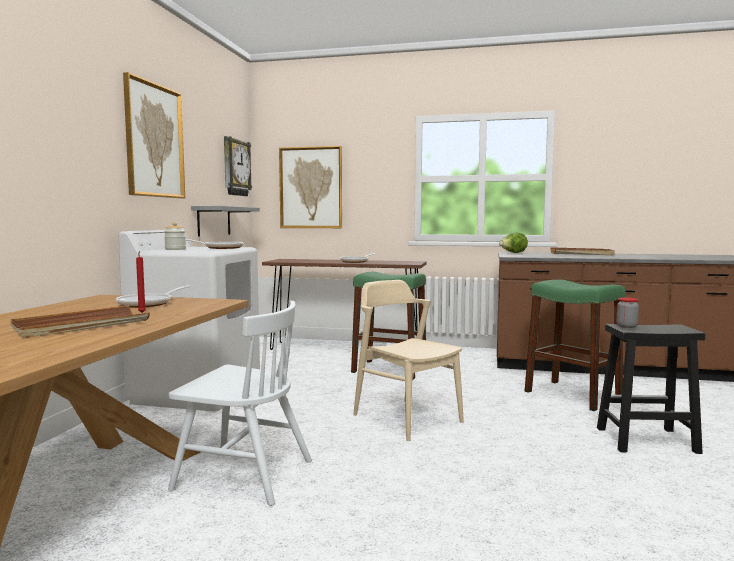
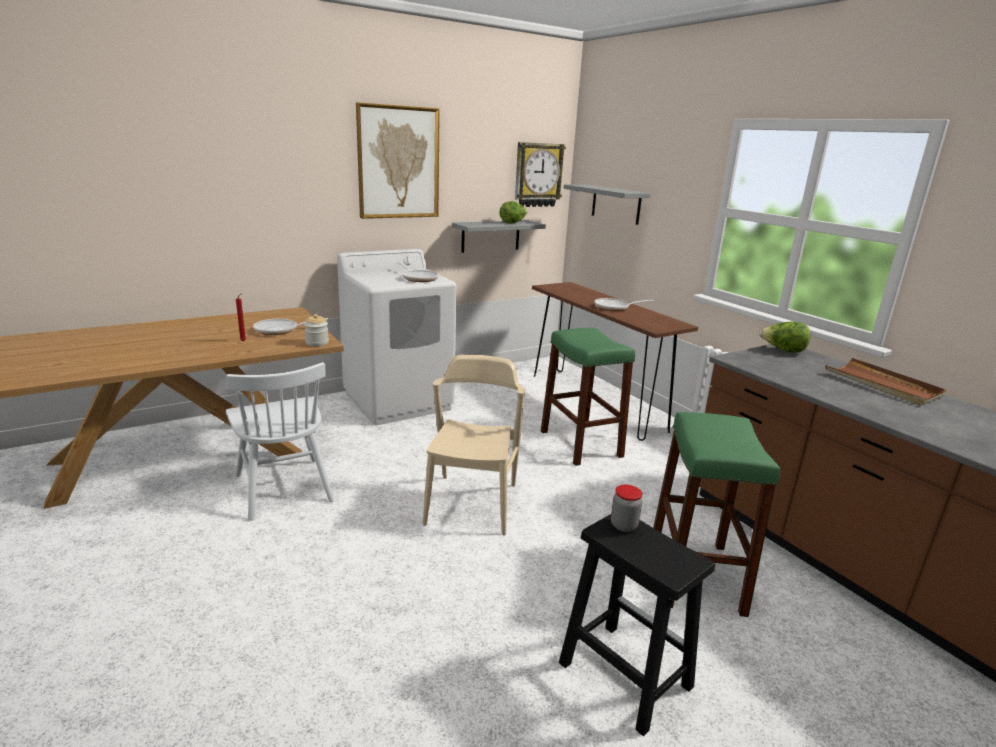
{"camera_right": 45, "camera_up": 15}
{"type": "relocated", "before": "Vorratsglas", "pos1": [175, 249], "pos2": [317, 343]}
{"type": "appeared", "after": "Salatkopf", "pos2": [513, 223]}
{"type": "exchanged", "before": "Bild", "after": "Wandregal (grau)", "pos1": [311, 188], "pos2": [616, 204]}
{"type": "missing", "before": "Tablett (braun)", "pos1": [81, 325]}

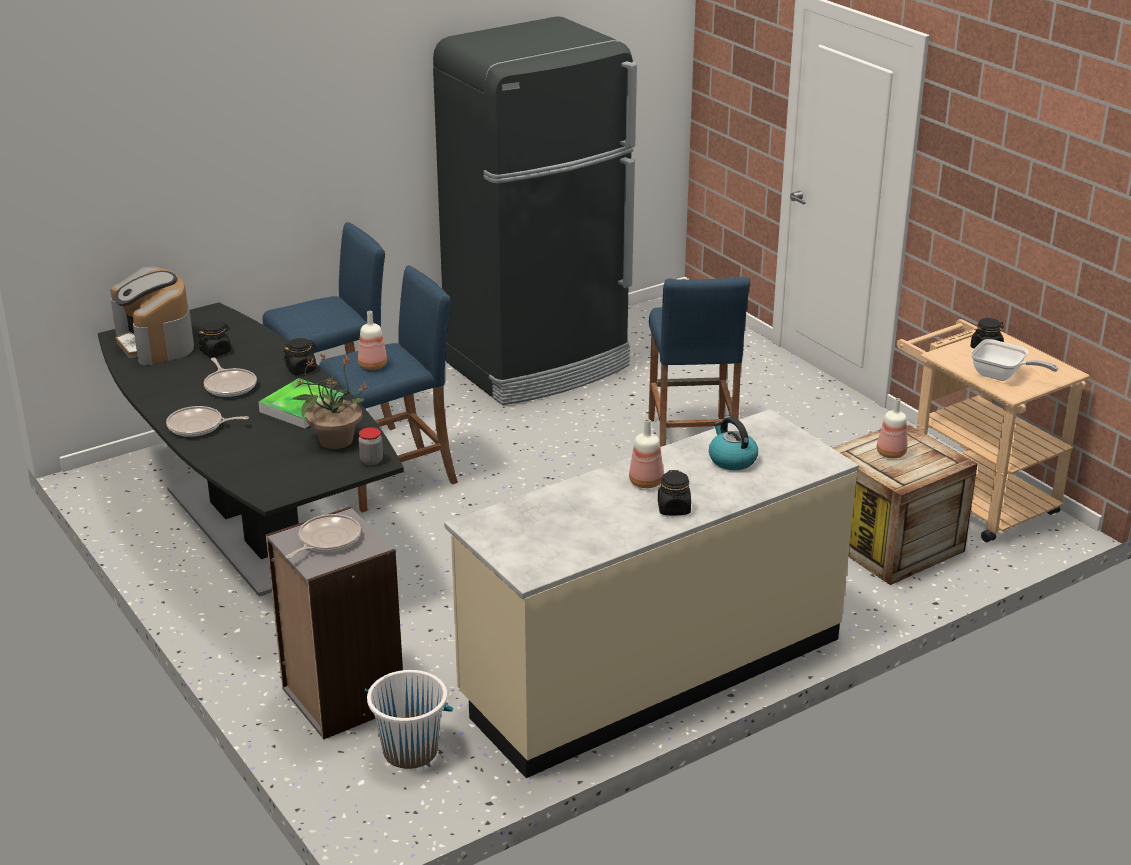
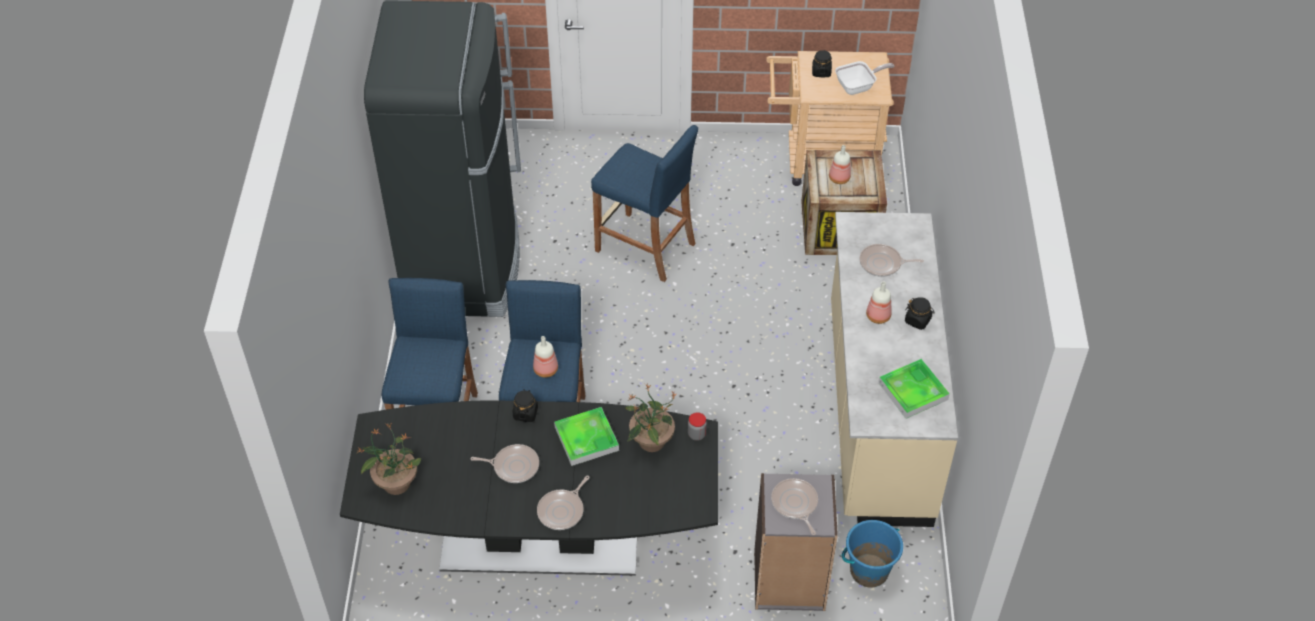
{"camera_right": -55, "camera_up": 20}
{"type": "exchanged", "before": "Kaffeemaschine", "after": "Topfpflanze", "pos1": [156, 342], "pos2": [396, 482]}
{"type": "colour", "before": "Eimer (weiß)", "after": "Eimer (blau)", "pos1": [410, 751], "pos2": [868, 570]}
{"type": "exchanged", "before": "Wasserkessel", "after": "Pfanne", "pos1": [731, 460], "pos2": [882, 264]}
{"type": "appeared", "after": "Tablett", "pos2": [913, 391]}
{"type": "missing", "before": "Vorratsglas (schwarz)", "pos1": [216, 352]}

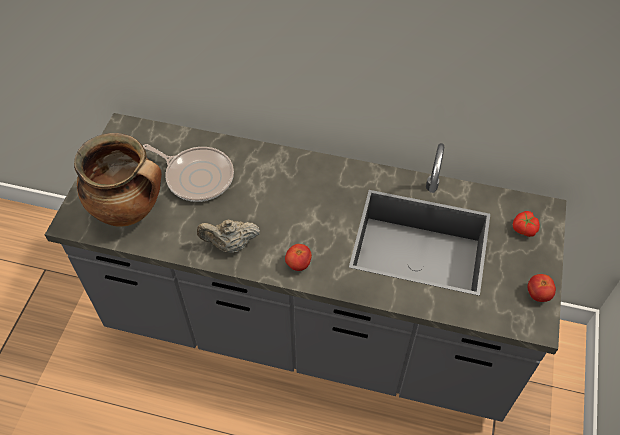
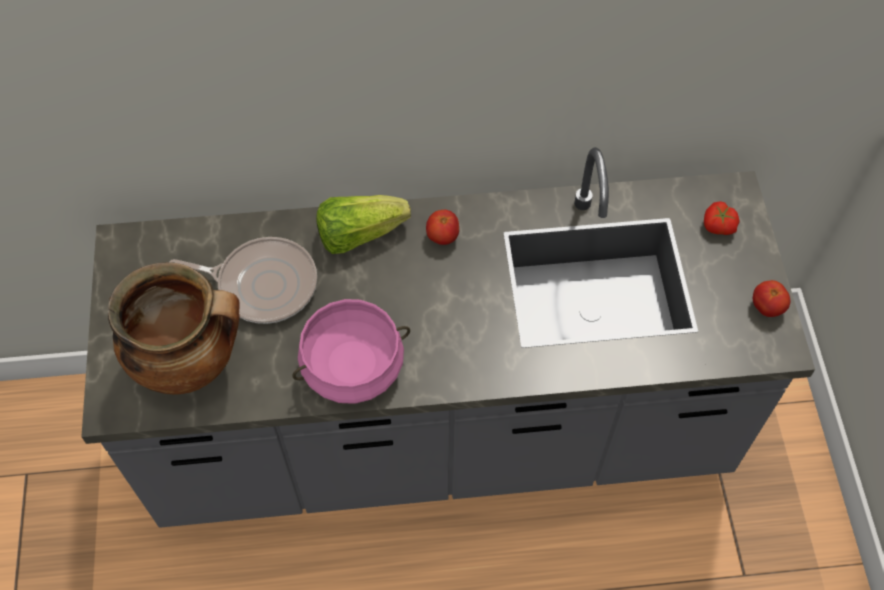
{"camera_right": -20, "camera_up": 5}
{"type": "exchanged", "before": "Teekanne (beige)", "after": "Kochtopf (rosa)", "pos1": [230, 245], "pos2": [352, 367]}
{"type": "appeared", "after": "Salatkopf", "pos2": [359, 234]}
{"type": "relocated", "before": "Tomate", "pos1": [298, 264], "pos2": [442, 237]}

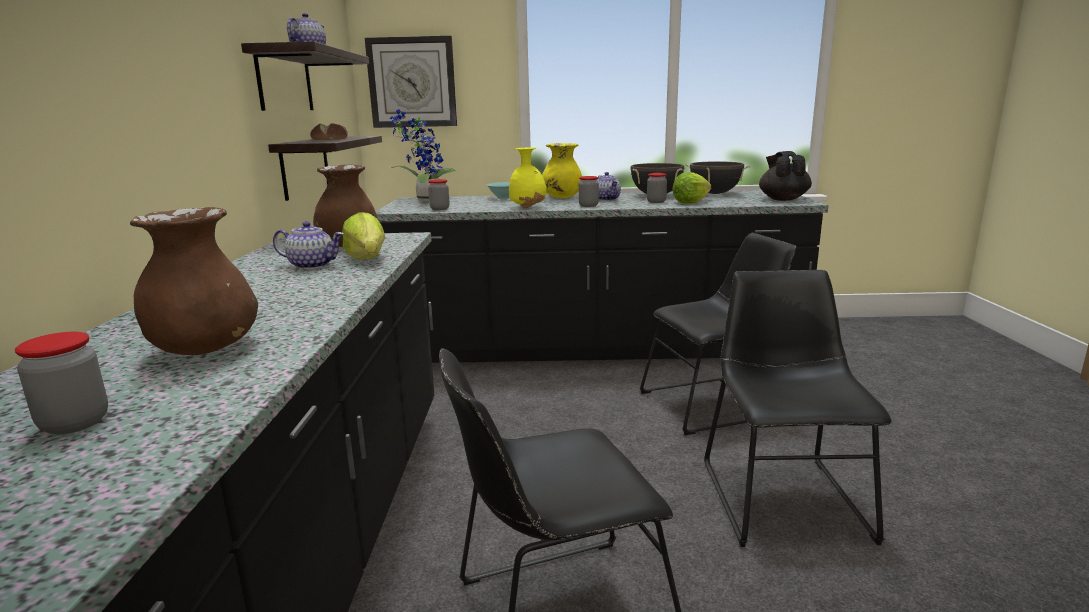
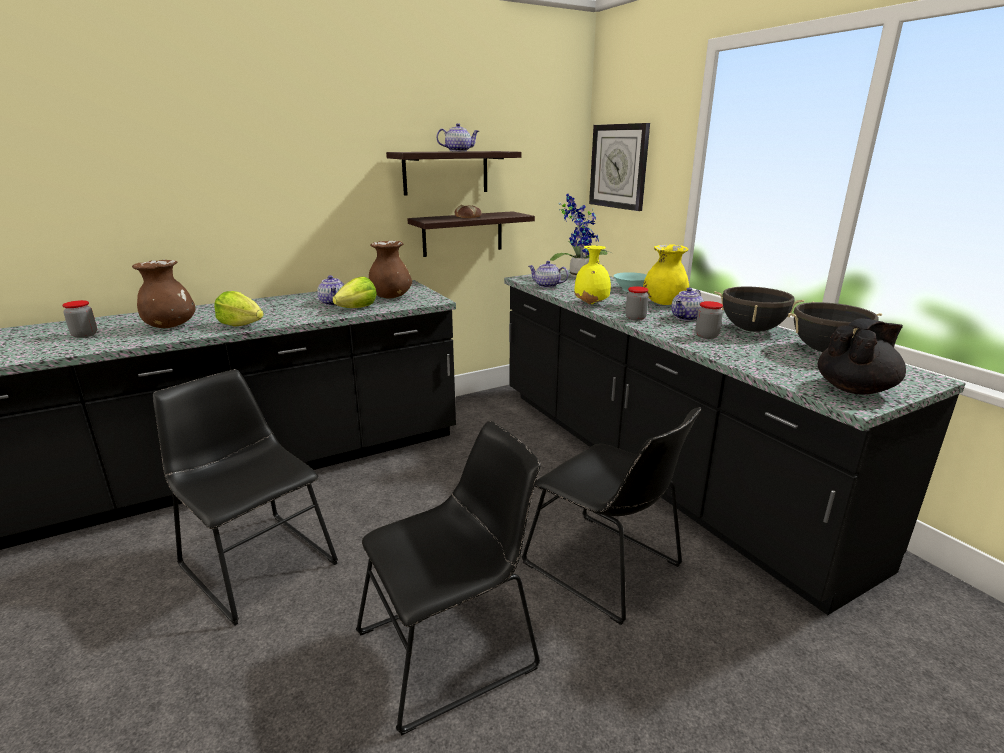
{"camera_right": 60, "camera_up": 5}
{"type": "relocated", "before": "Salatkopf", "pos1": [690, 202], "pos2": [241, 324]}
{"type": "exchanged", "before": "Vorratsglas", "after": "Teekanne", "pos1": [439, 209], "pos2": [547, 285]}

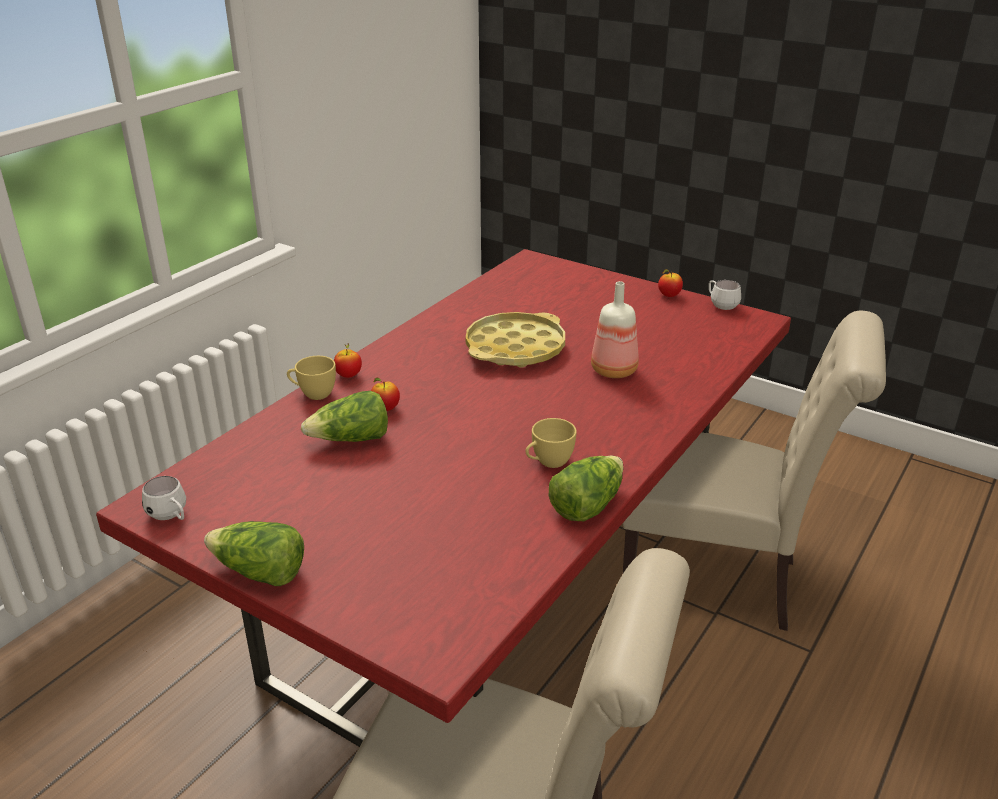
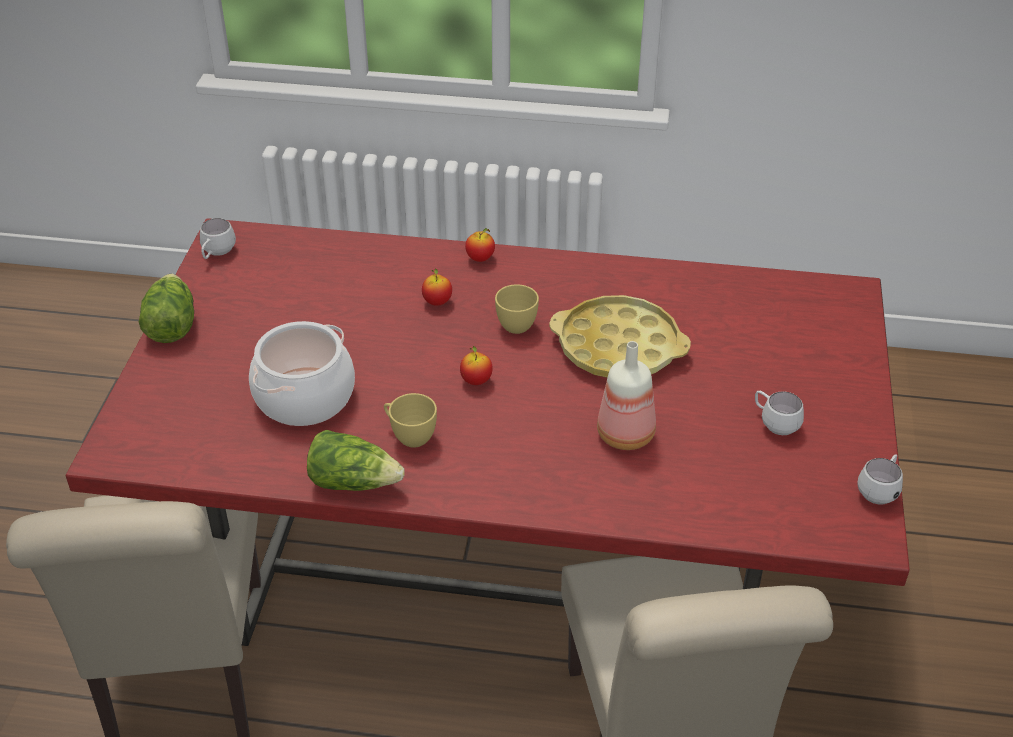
{"camera_right": 65, "camera_up": 10}
{"type": "appeared", "after": "Kochtopf", "pos2": [304, 398]}
{"type": "relocated", "before": "Apfel", "pos1": [669, 295], "pos2": [476, 381]}
{"type": "relocated", "before": "Tasse (gelb)", "pos1": [313, 394], "pos2": [514, 323]}
{"type": "appeared", "after": "Henkelbecher (weiß)", "pos2": [774, 423]}
{"type": "missing", "before": "Salatkopf", "pos1": [351, 440]}

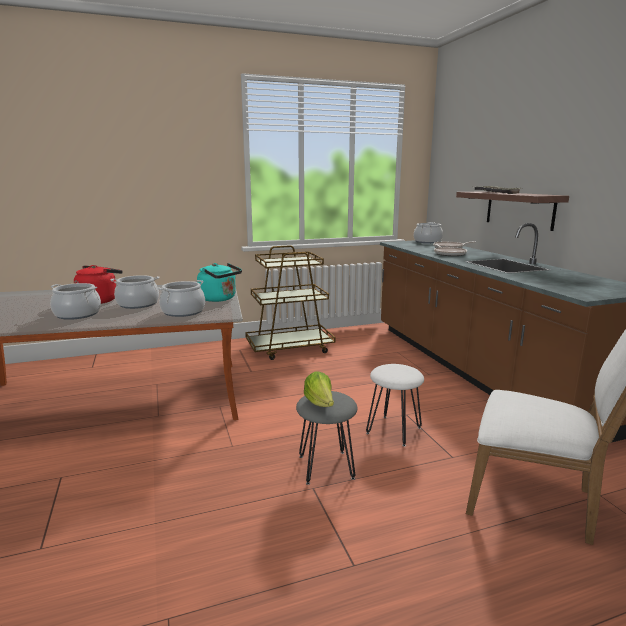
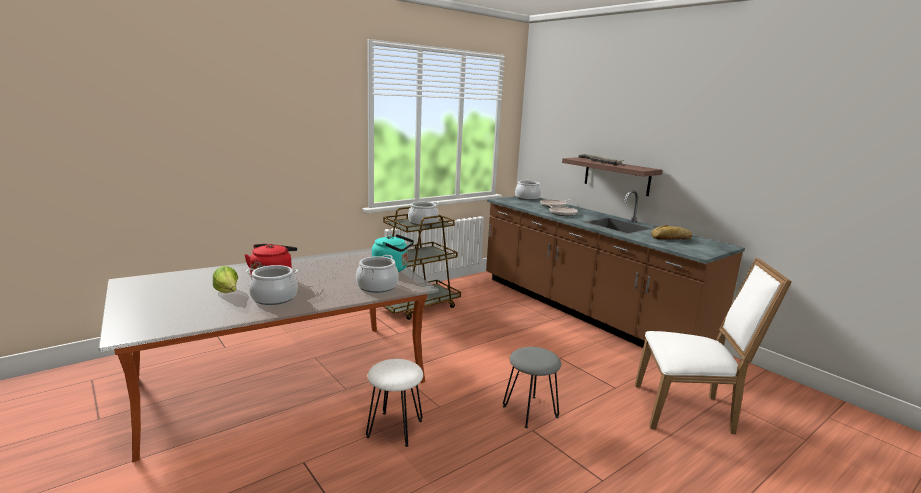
{"camera_right": -20, "camera_up": 0}
{"type": "relocated", "before": "Salatkopf", "pos1": [320, 404], "pos2": [228, 293]}
{"type": "relocated", "before": "Hocker (weiß)", "pos1": [393, 430], "pos2": [394, 429]}
{"type": "relocated", "before": "Kochtopf", "pos1": [138, 304], "pos2": [423, 223]}
{"type": "appeared", "after": "Brot", "pos2": [671, 238]}

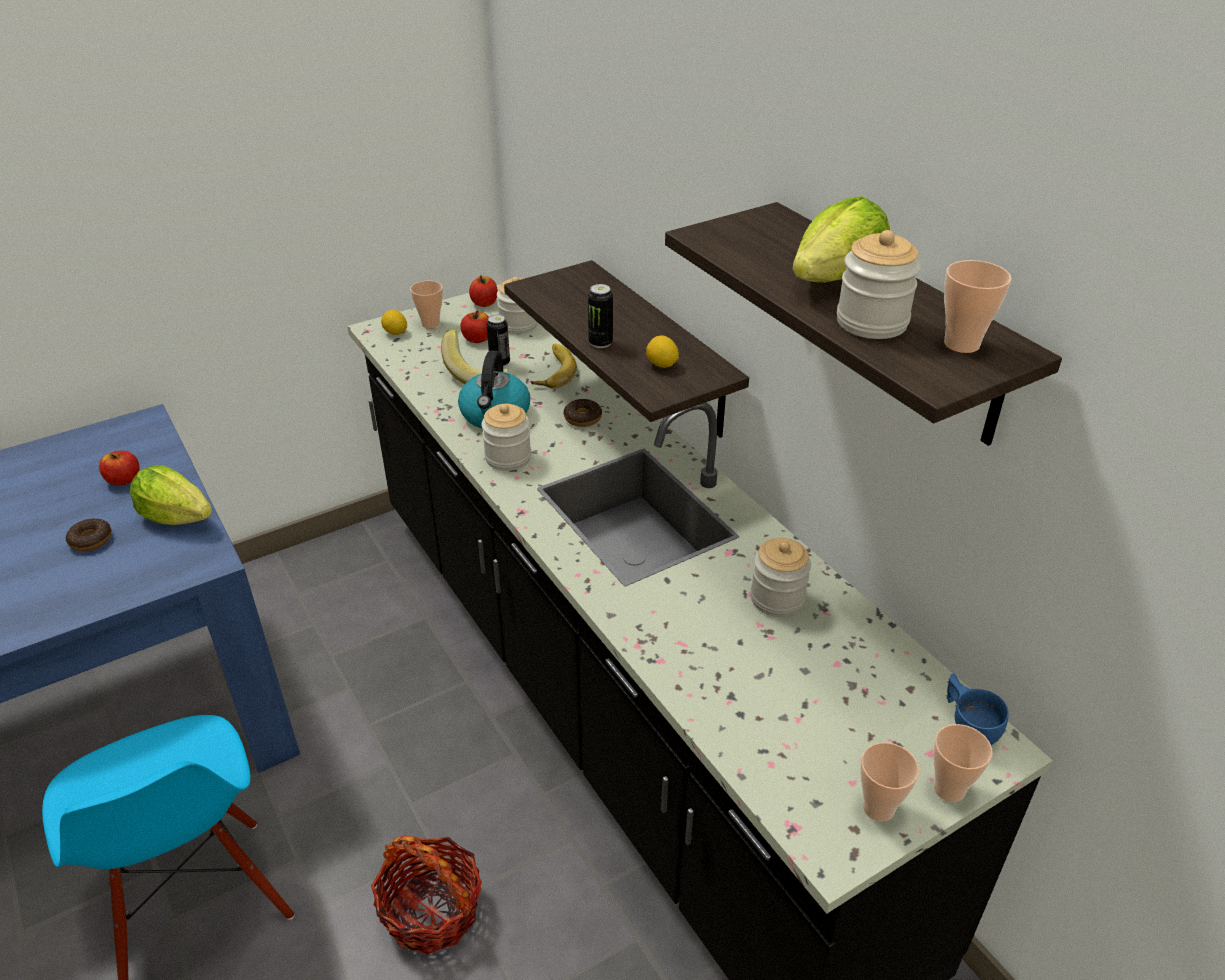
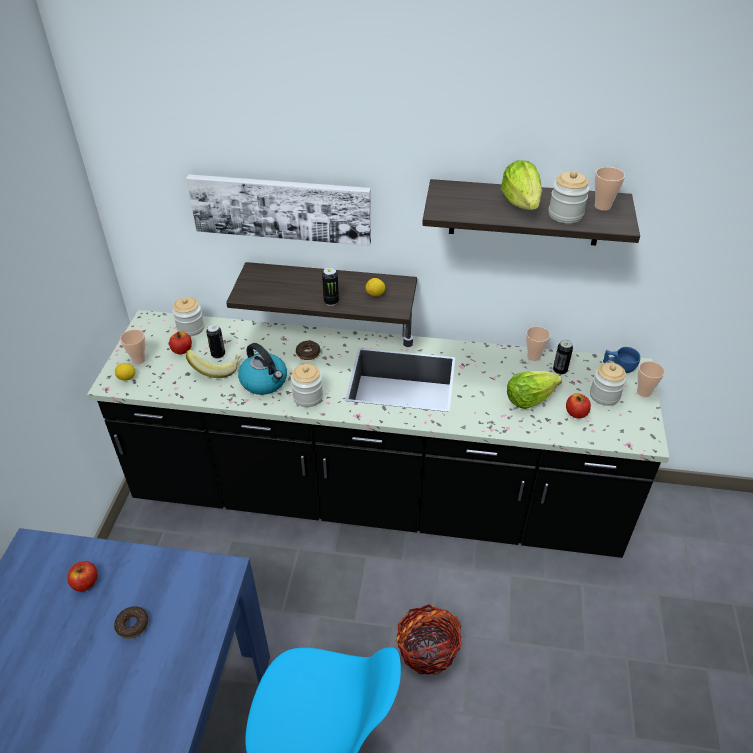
{"camera_right": -50, "camera_up": 5}
{"type": "appeared", "after": "Bild", "pos2": [281, 208]}
{"type": "relocated", "before": "Salatkopf", "pos1": [177, 517], "pos2": [529, 399]}
{"type": "relocated", "before": "Tasse", "pos1": [878, 808], "pos2": [533, 356]}
{"type": "appeared", "after": "Dose", "pos2": [559, 370]}
{"type": "relocated", "before": "Apfel", "pos1": [484, 303], "pos2": [576, 413]}
{"type": "relocated", "before": "Vorratsglas", "pos1": [777, 598], "pos2": [604, 395]}
{"type": "missing", "before": "Banane", "pos1": [551, 371]}

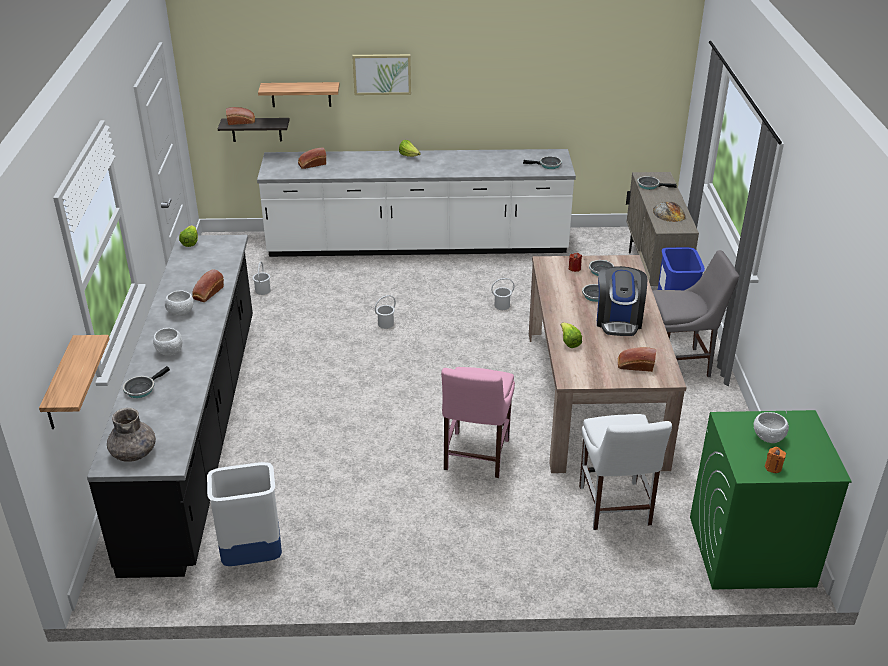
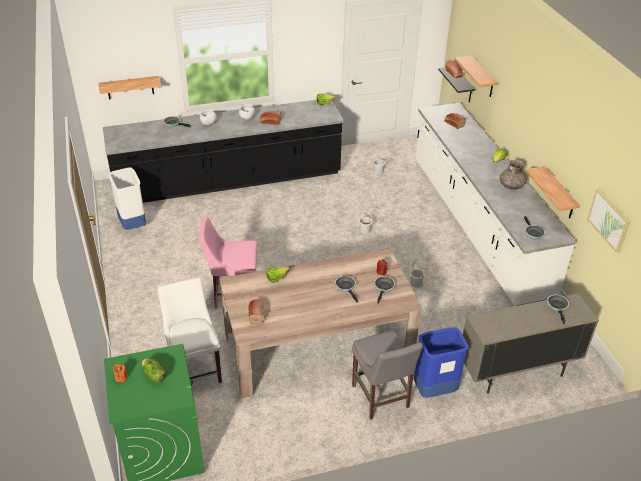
{"camera_right": 75, "camera_up": 5}
{"type": "exchanged", "before": "Schüssel (weiß)", "after": "Salatkopf", "pos1": [769, 438], "pos2": [154, 376]}
{"type": "spun", "before": "Stuhl (weiß)", "pos1": [615, 508], "pos2": [195, 369], "turn": 90}
{"type": "relocated", "before": "Vase (grau)", "pos1": [134, 452], "pos2": [511, 185]}
{"type": "appeared", "after": "Wandregal", "pos2": [559, 194]}
{"type": "relocated", "before": "Bild", "pos1": [382, 74], "pos2": [609, 220]}
{"type": "missing", "before": "Kaffeemaschine", "pos1": [618, 320]}
{"type": "missing", "before": "Brot", "pos1": [669, 213]}

